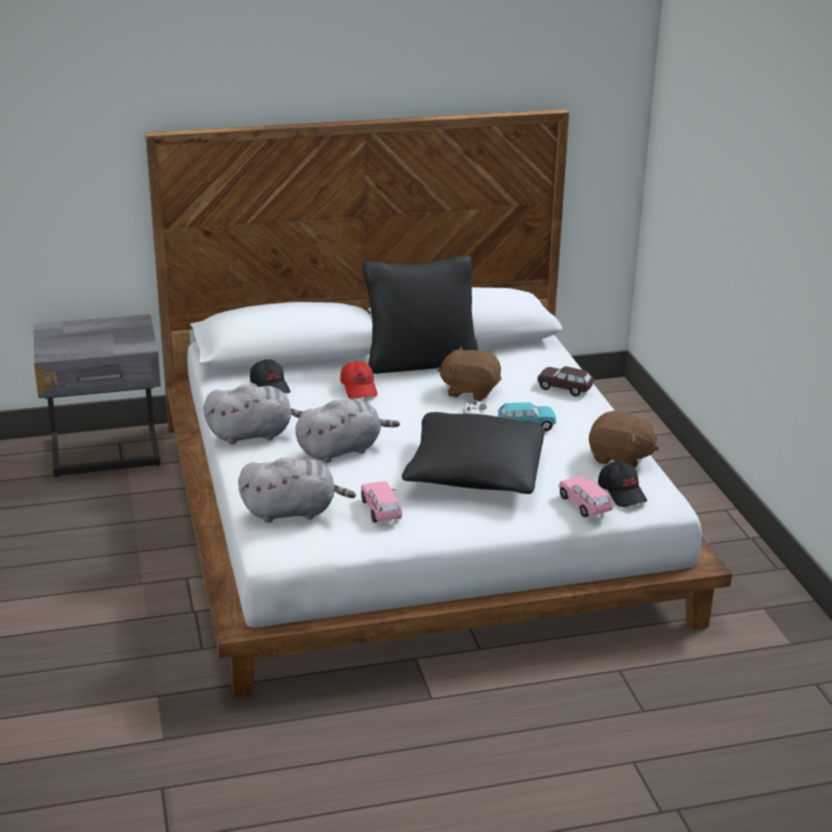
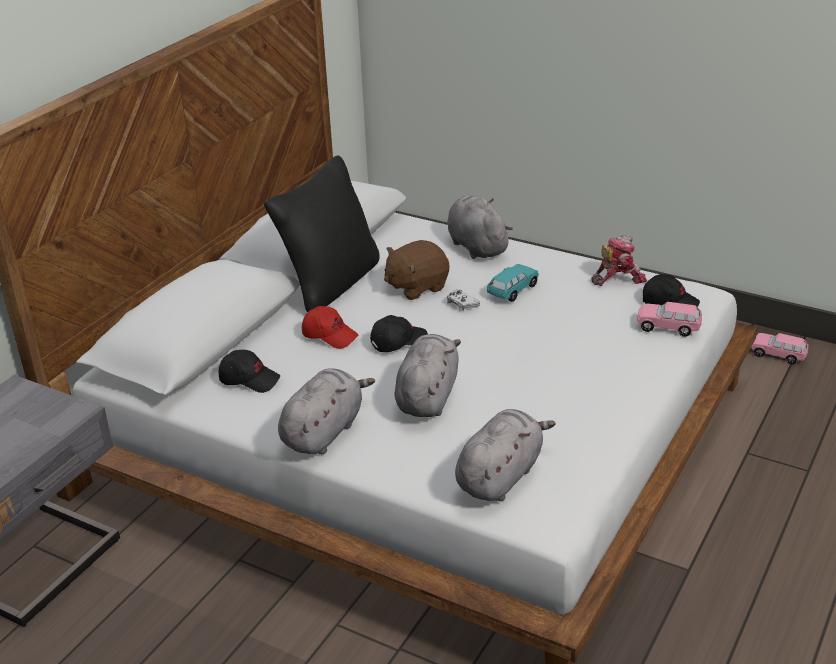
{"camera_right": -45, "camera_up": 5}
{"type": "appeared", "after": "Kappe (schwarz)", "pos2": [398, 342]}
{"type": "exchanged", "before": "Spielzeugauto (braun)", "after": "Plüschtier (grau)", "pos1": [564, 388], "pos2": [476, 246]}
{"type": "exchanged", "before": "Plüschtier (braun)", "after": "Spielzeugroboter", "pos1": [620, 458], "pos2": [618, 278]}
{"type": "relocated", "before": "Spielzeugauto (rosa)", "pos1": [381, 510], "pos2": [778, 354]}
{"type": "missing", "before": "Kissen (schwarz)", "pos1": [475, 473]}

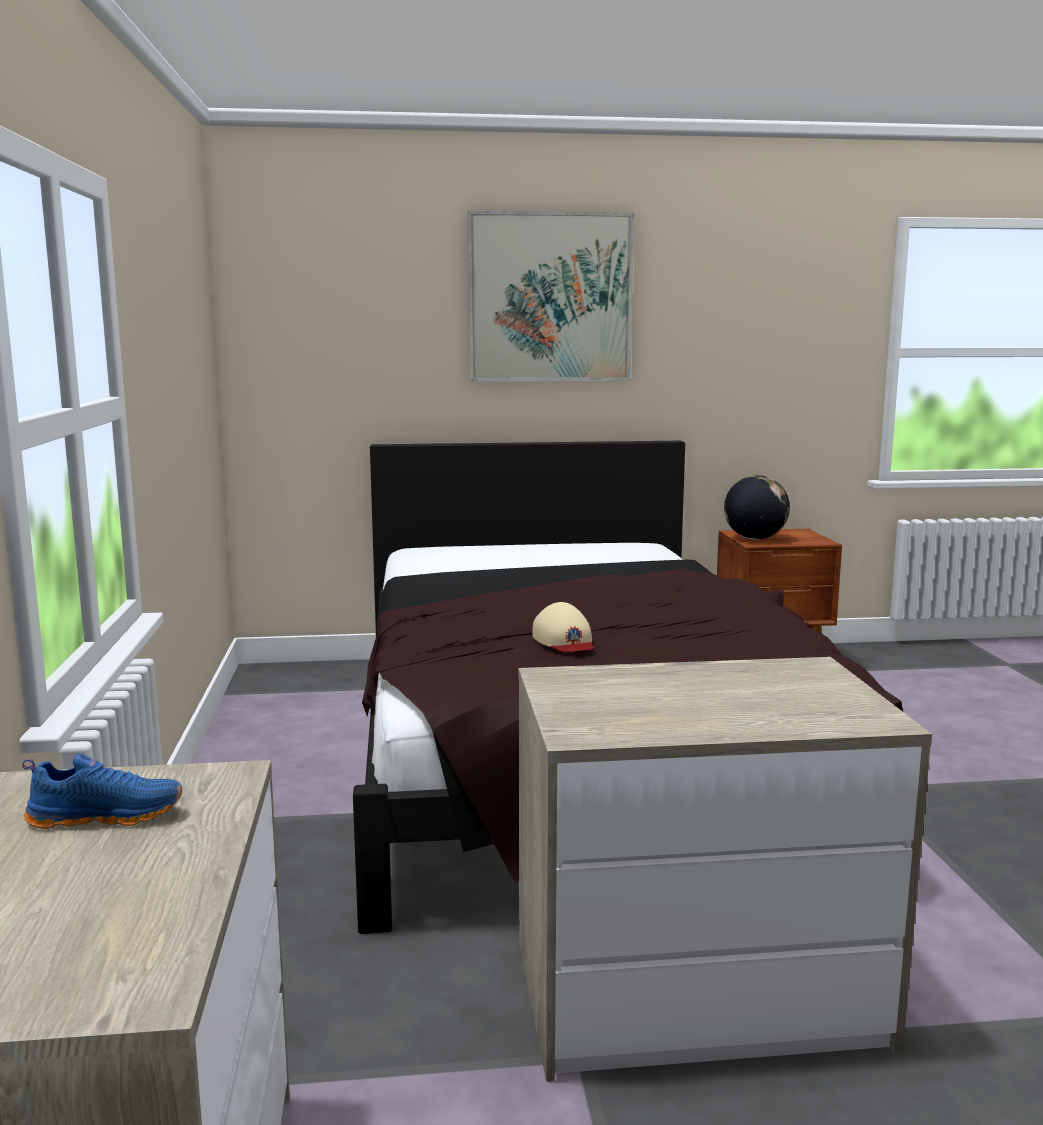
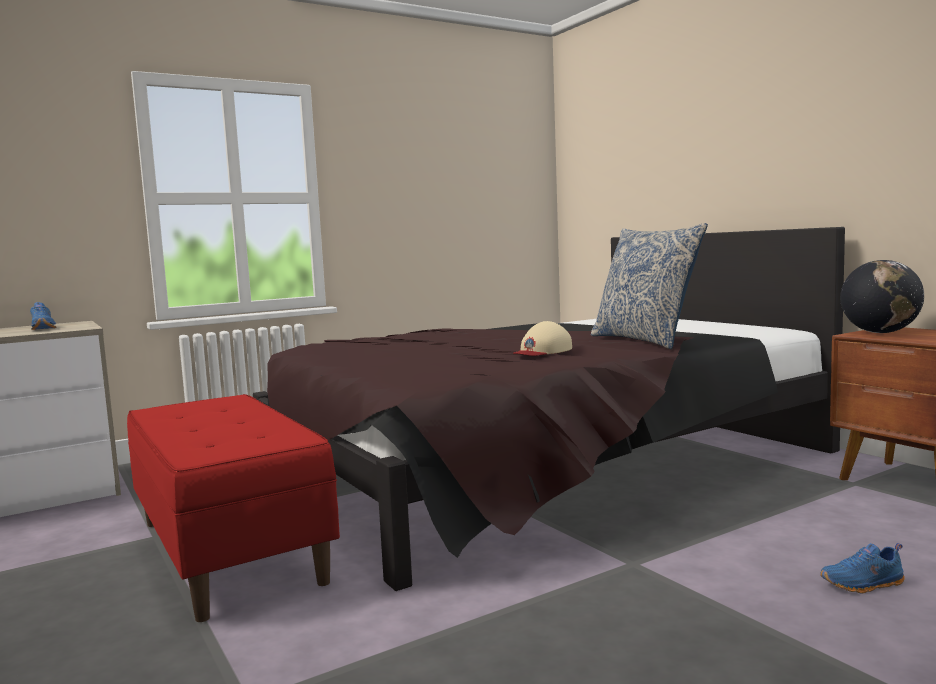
{"camera_right": 65, "camera_up": -5}
{"type": "exchanged", "before": "Kommode", "after": "Bank (rot)", "pos1": [696, 991], "pos2": [230, 550]}
{"type": "relocated", "before": "Kappe (beige)", "pos1": [564, 640], "pos2": [542, 351]}
{"type": "appeared", "after": "Kissen", "pos2": [645, 340]}
{"type": "appeared", "after": "Schuh (blau)", "pos2": [863, 585]}
{"type": "missing", "before": "Bild", "pos1": [550, 298]}

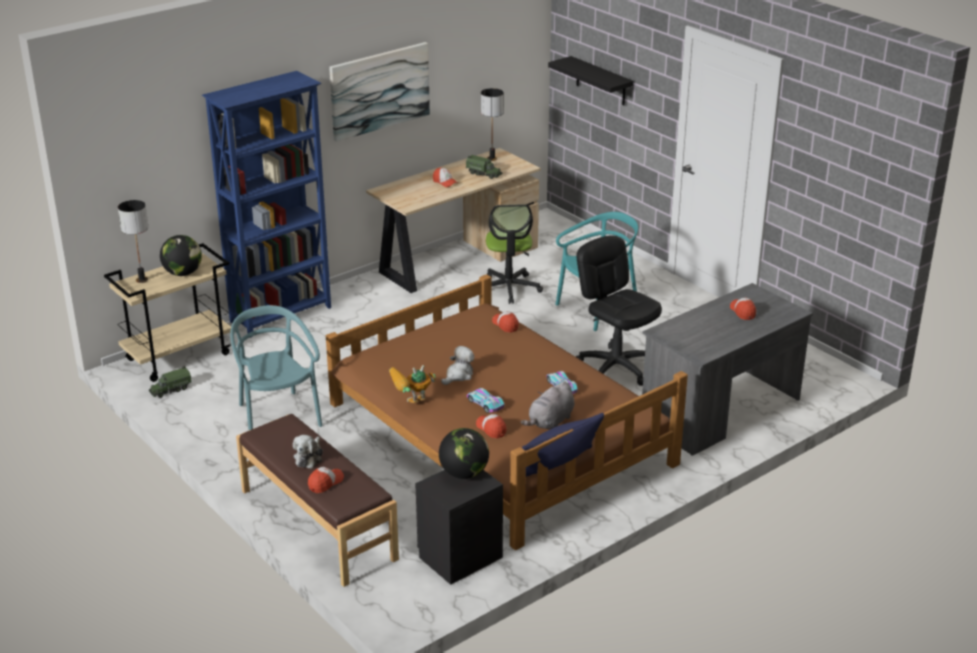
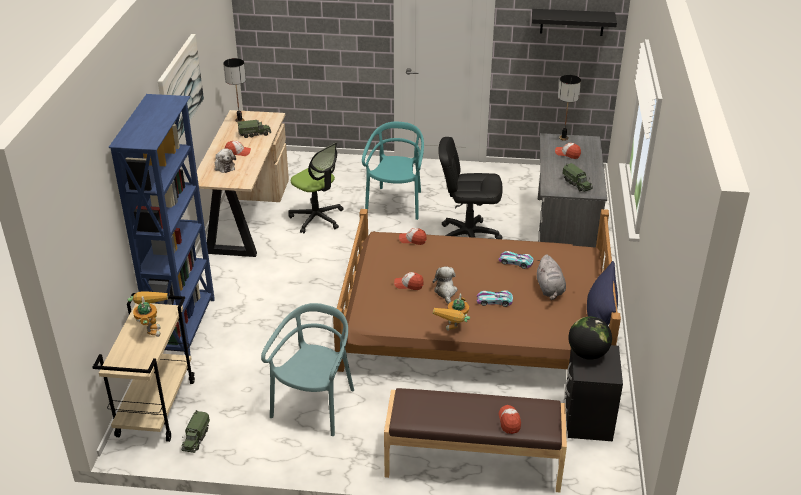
{"camera_right": -45, "camera_up": 5}
{"type": "exchanged", "before": "Globus", "after": "Spielzeugroboter", "pos1": [183, 273], "pos2": [150, 327]}
{"type": "relocated", "before": "Plüschtier", "pos1": [309, 457], "pos2": [224, 166]}
{"type": "spun", "before": "Stuhl (türkis)", "pos1": [277, 417], "pos2": [315, 405], "turn": 90}
{"type": "relocated", "before": "Kappe", "pos1": [491, 429], "pos2": [408, 285]}
{"type": "relocated", "before": "Wandregal (schwarz)", "pos1": [601, 81], "pos2": [572, 22]}
{"type": "relocated", "before": "Tischlampe", "pos1": [142, 280], "pos2": [564, 138]}
{"type": "appeared", "after": "Spielzeuglaster", "pos2": [577, 184]}

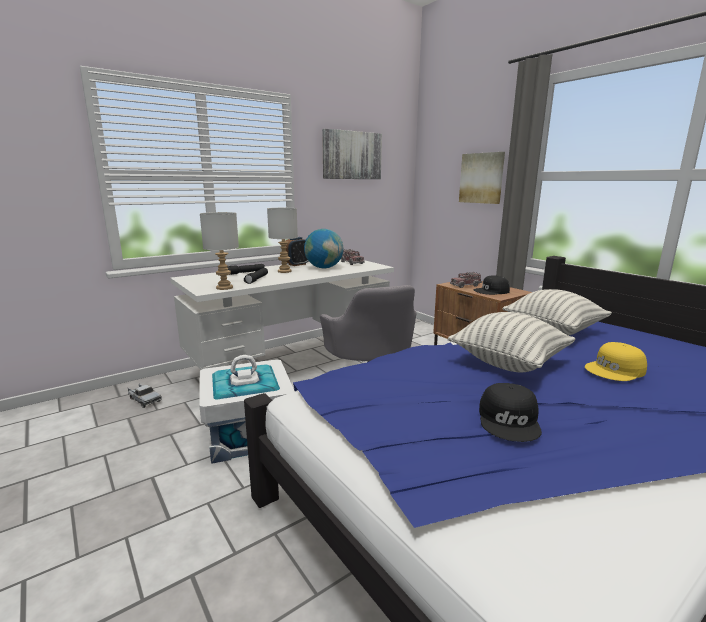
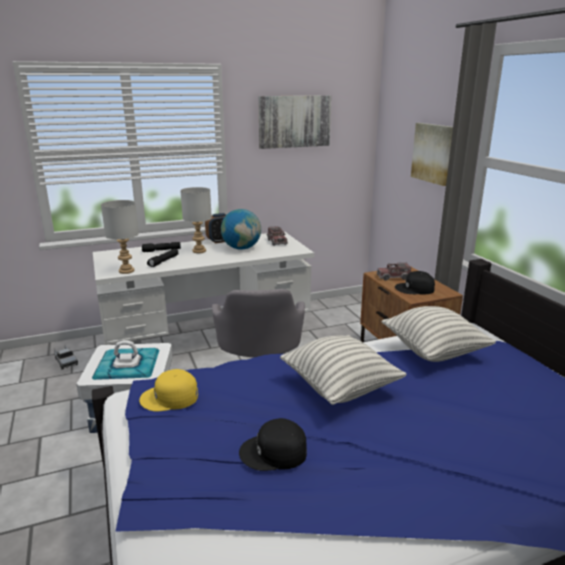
{"camera_right": 15, "camera_up": 5}
{"type": "relocated", "before": "Kappe (gelb)", "pos1": [615, 370], "pos2": [170, 398]}
{"type": "spun", "before": "Kappe (schwarz)", "pos1": [510, 420], "pos2": [274, 453], "turn": 60}

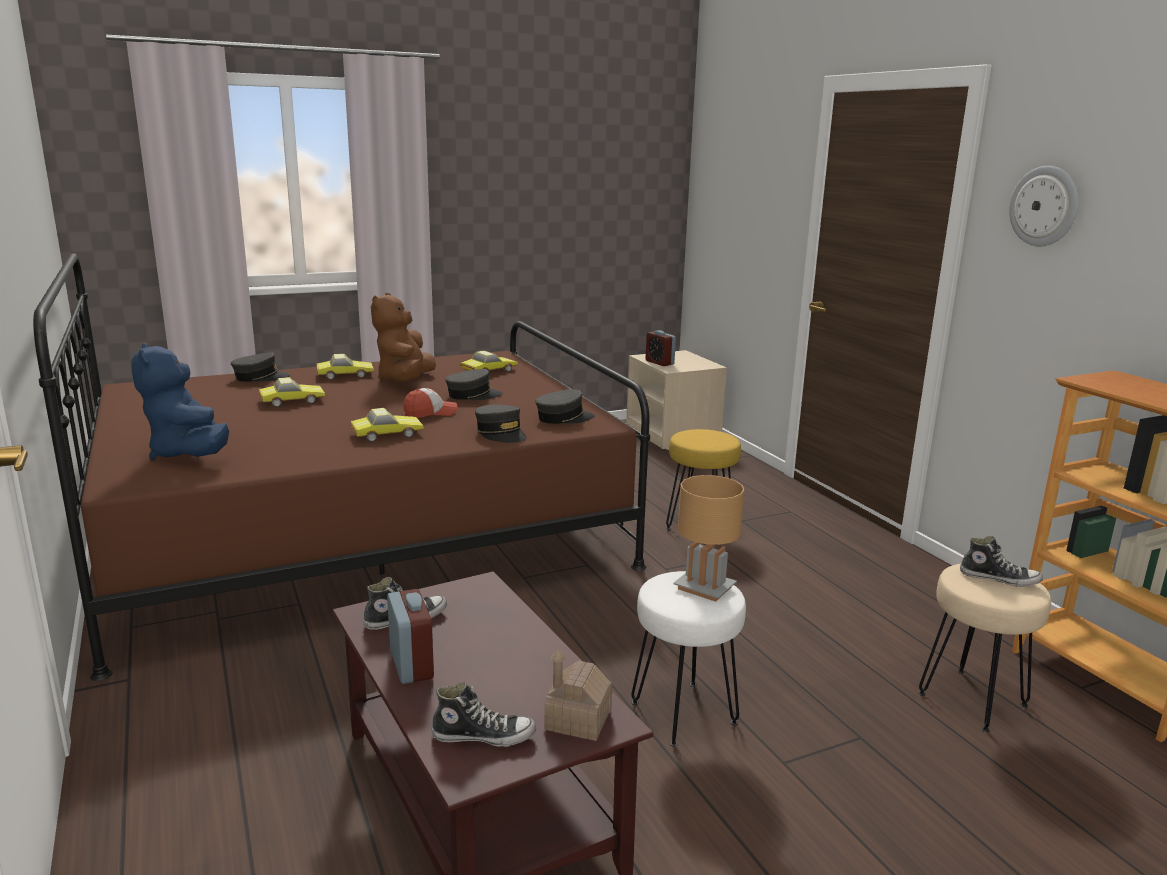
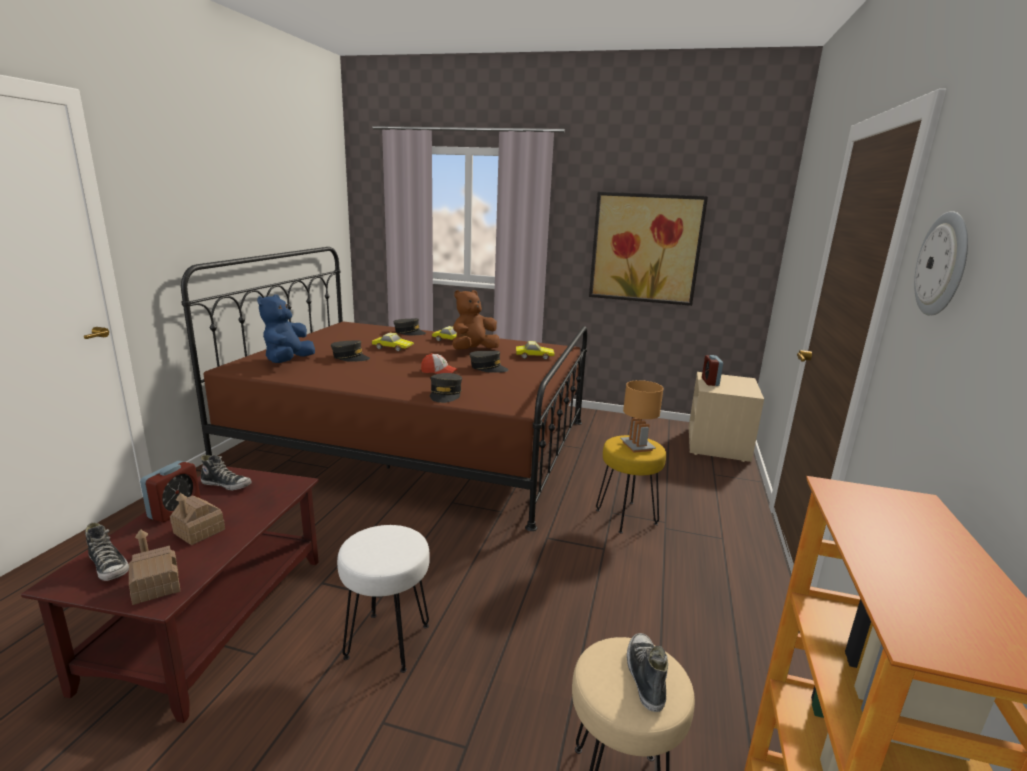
{"camera_right": 40, "camera_up": 0}
{"type": "appeared", "after": "Spielzeughaus", "pos2": [199, 531]}
{"type": "relocated", "before": "Kappe (grau)", "pos1": [564, 418], "pos2": [350, 357]}
{"type": "appeared", "after": "Bild", "pos2": [645, 248]}
{"type": "relocated", "before": "Tischlampe (braun)", "pos1": [704, 588], "pos2": [637, 446]}
{"type": "spun", "before": "Schuh", "pos1": [999, 579], "pos2": [645, 676], "turn": -150}
{"type": "missing", "before": "Spielzeugauto", "pos1": [386, 434]}

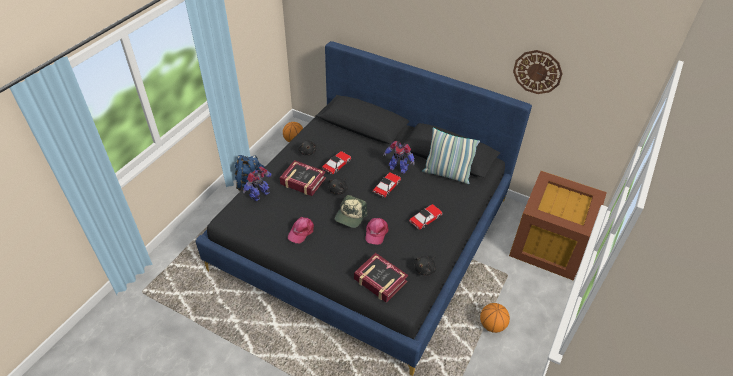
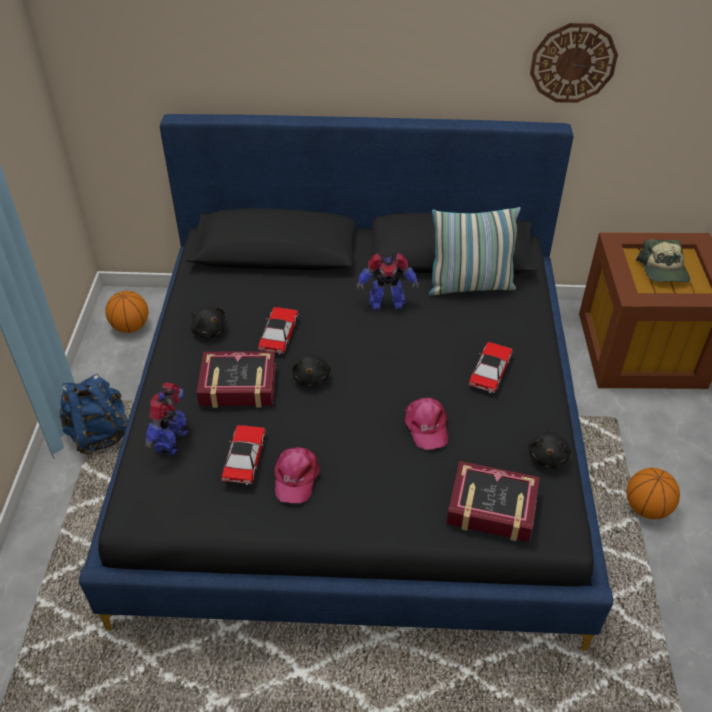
{"camera_right": -25, "camera_up": 0}
{"type": "relocated", "before": "Spielzeugauto", "pos1": [387, 187], "pos2": [245, 458]}
{"type": "relocated", "before": "Kappe", "pos1": [350, 216], "pos2": [663, 270]}

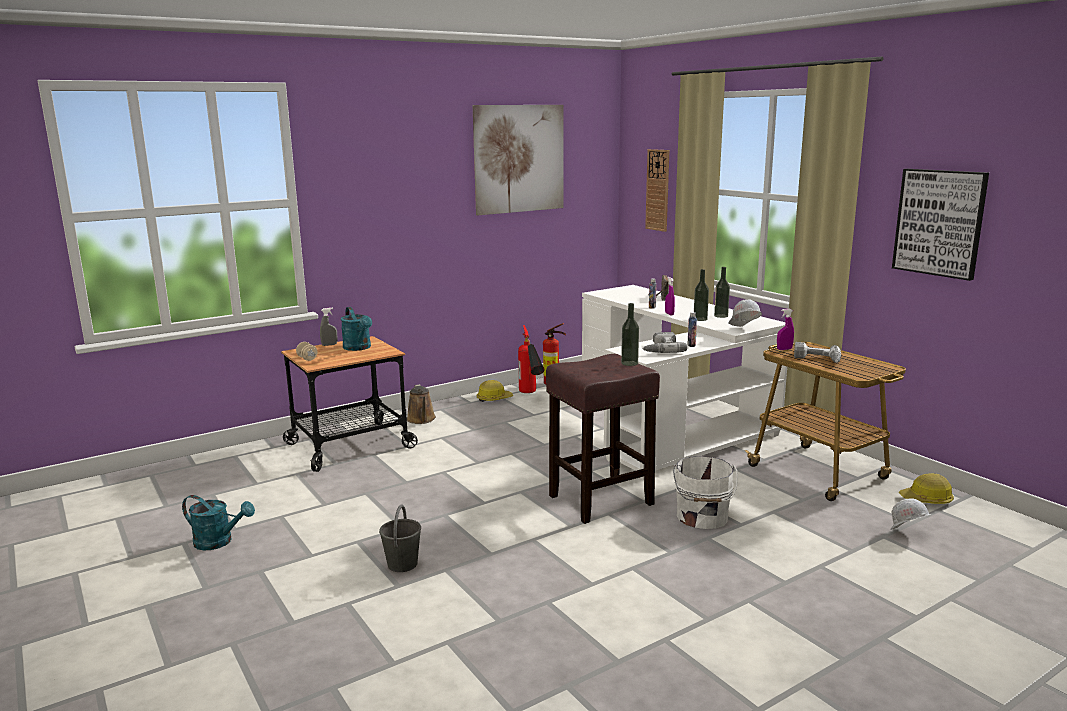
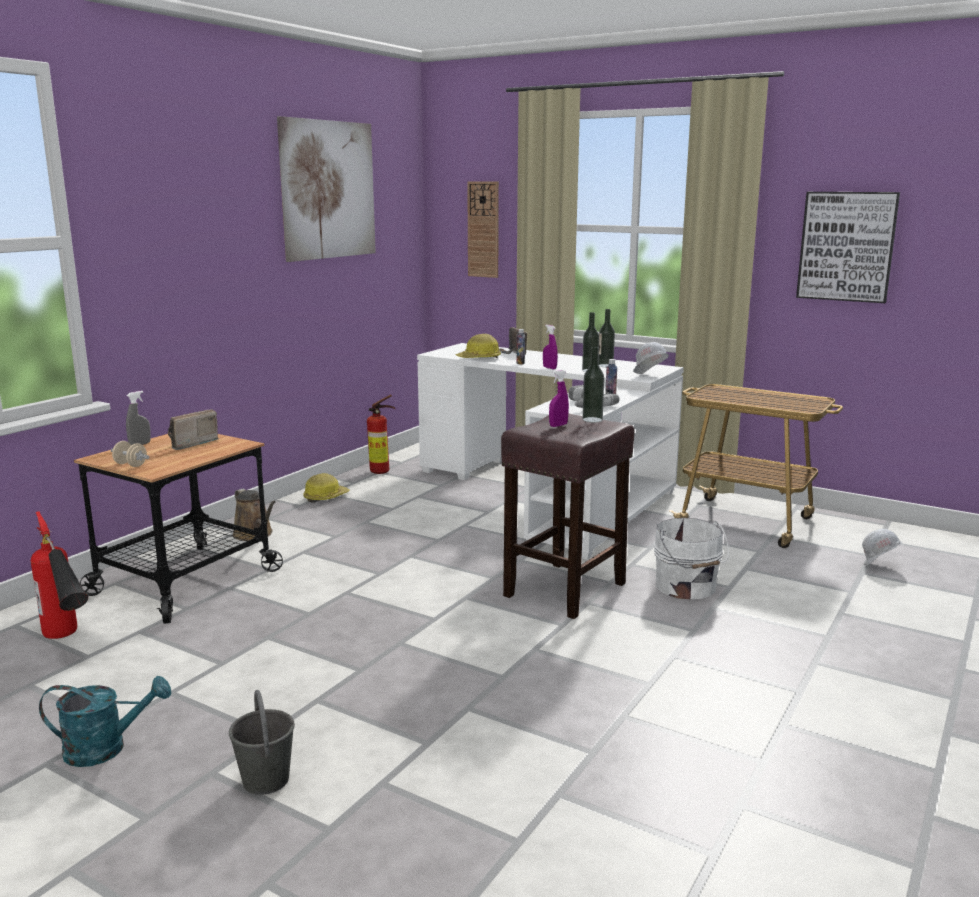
{"camera_right": -25, "camera_up": 0}
{"type": "relocated", "before": "Feuerlöscher", "pos1": [531, 395], "pos2": [68, 643]}
{"type": "exchanged", "before": "Gießkanne (türkis)", "after": "Radio", "pos1": [359, 348], "pos2": [190, 444]}
{"type": "relocated", "before": "Eimer (grau)", "pos1": [402, 564], "pos2": [266, 779]}
{"type": "relocated", "before": "Schutzhelm", "pos1": [926, 500], "pos2": [479, 359]}
{"type": "relocated", "before": "Sprühflasche (lila)", "pos1": [784, 349], "pos2": [558, 425]}
{"type": "missing", "before": "Bohrmaschine", "pos1": [817, 359]}

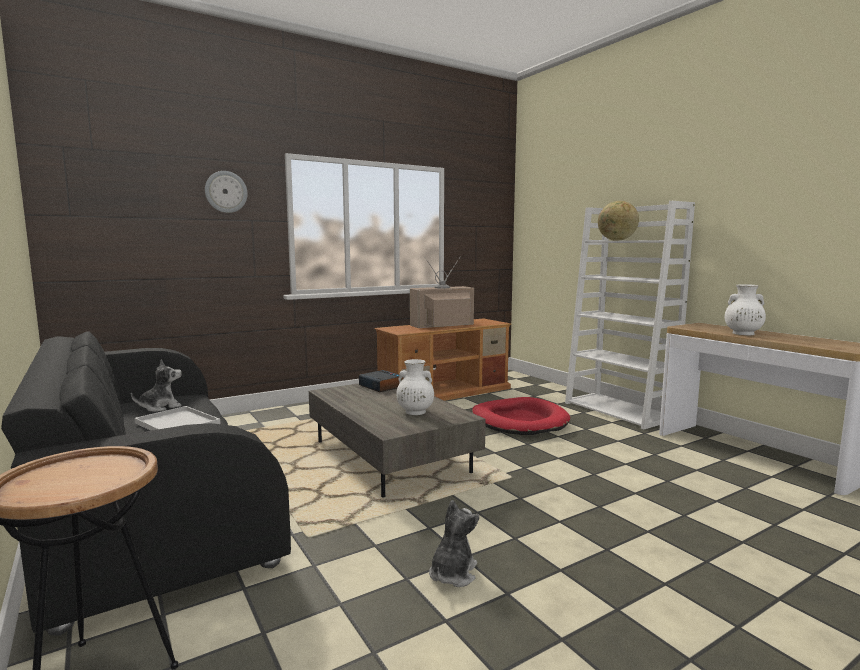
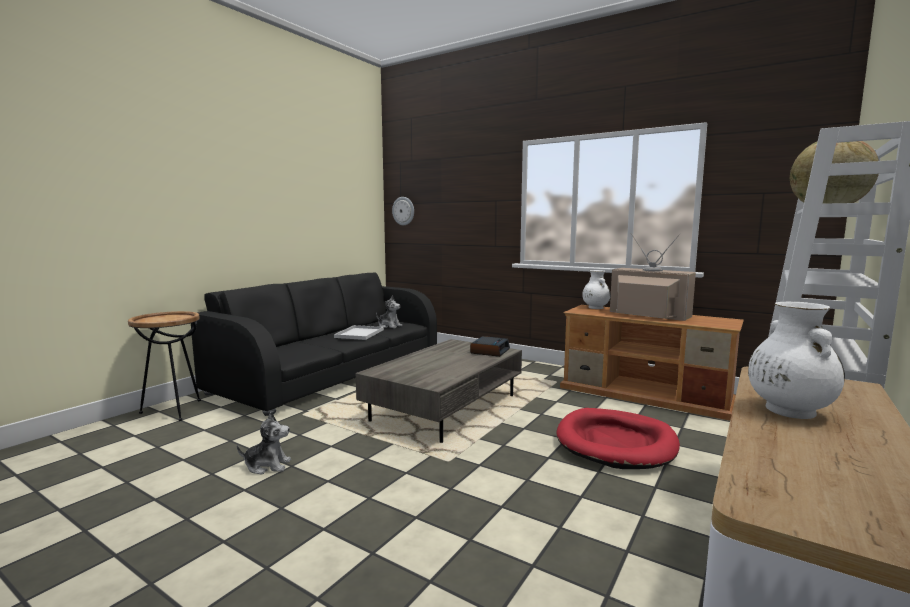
{"camera_right": 65, "camera_up": 0}
{"type": "relocated", "before": "Wanduhr", "pos1": [226, 192], "pos2": [403, 211]}
{"type": "relocated", "before": "Vase (weiß)", "pos1": [414, 412], "pos2": [595, 307]}

